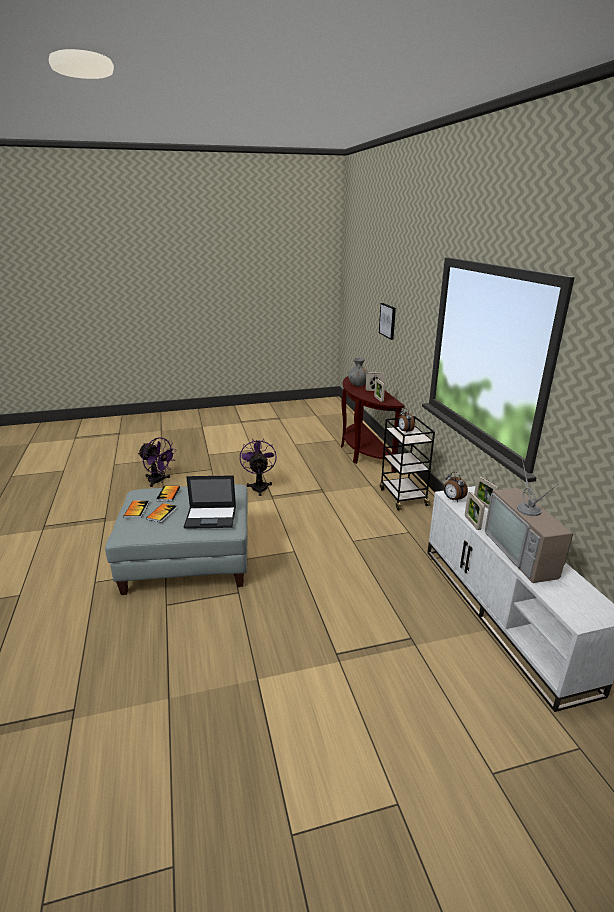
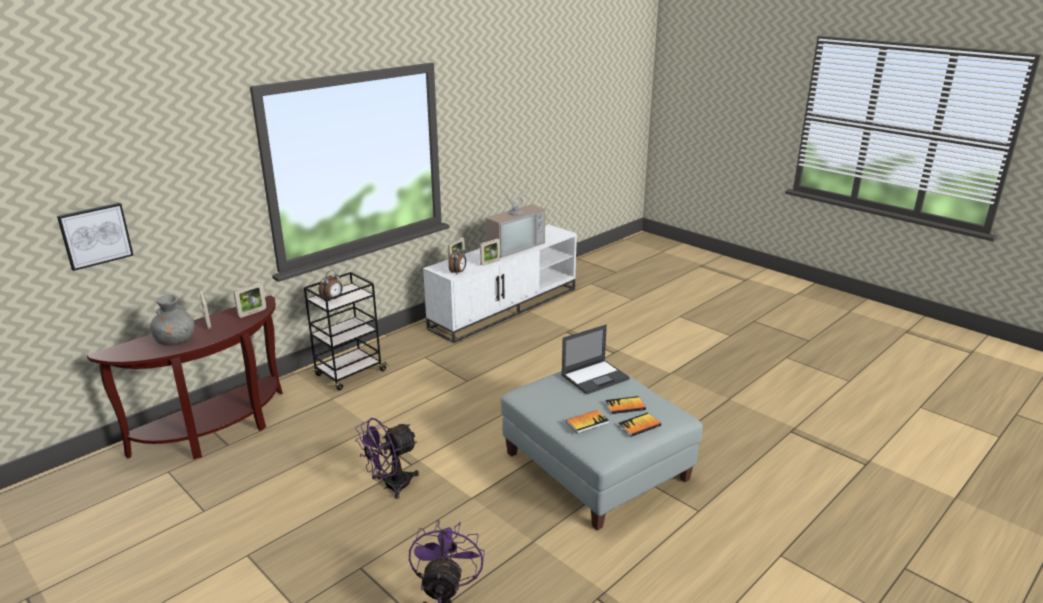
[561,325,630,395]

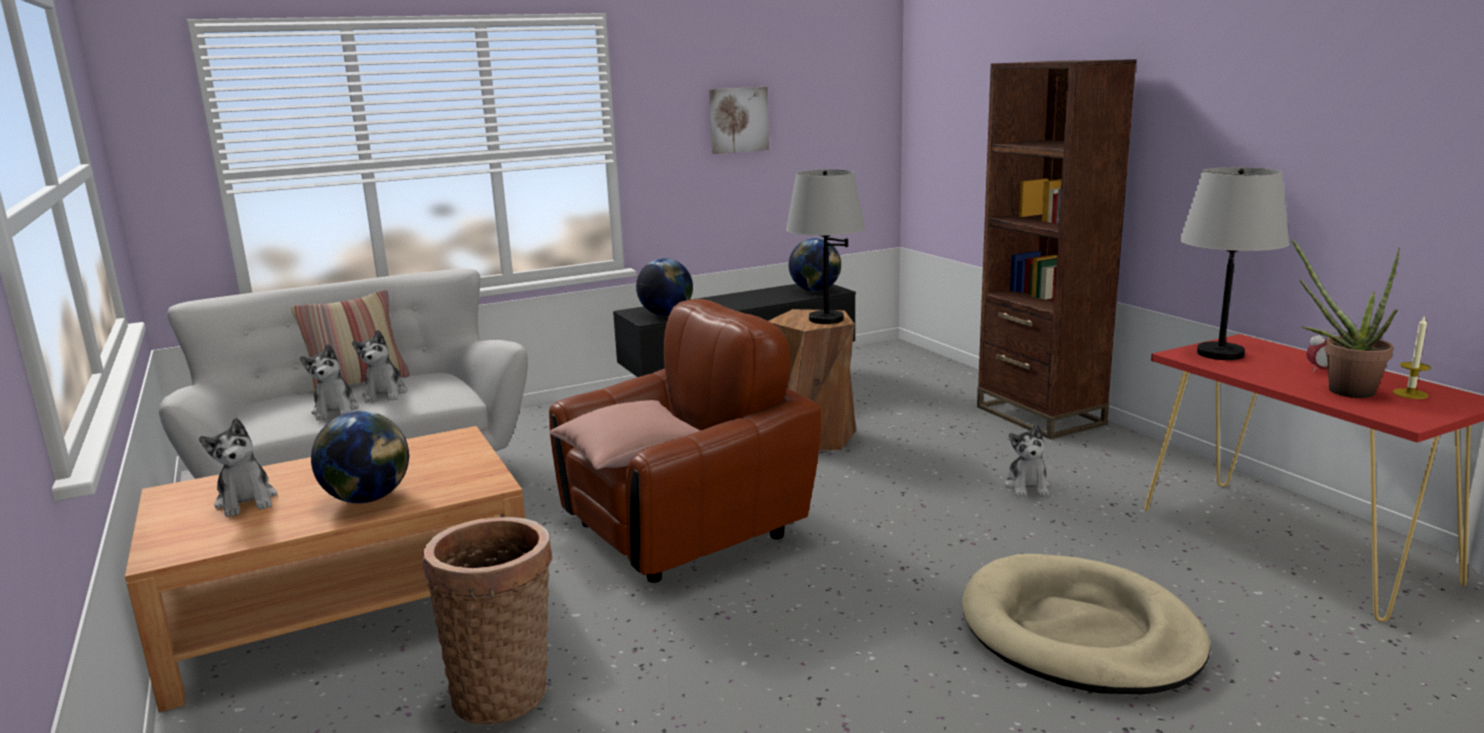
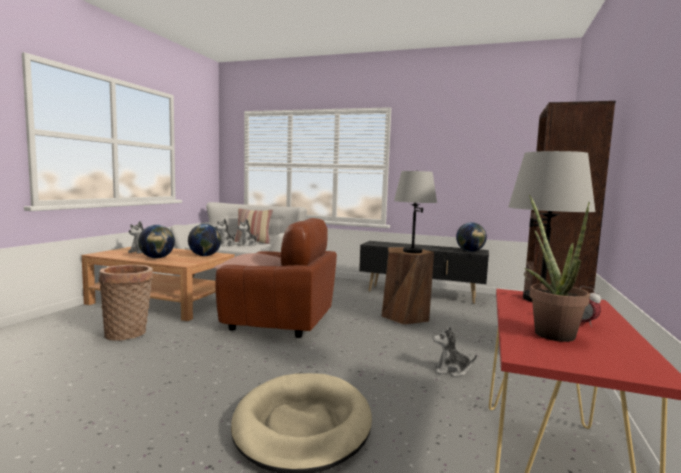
[709,87,769,154] (first image)
[1393,317,1431,399] (first image)
[188,224,221,256]
[433,327,477,377]

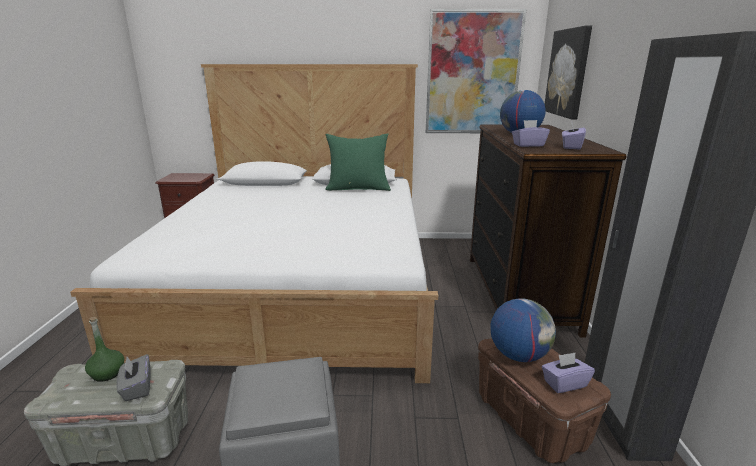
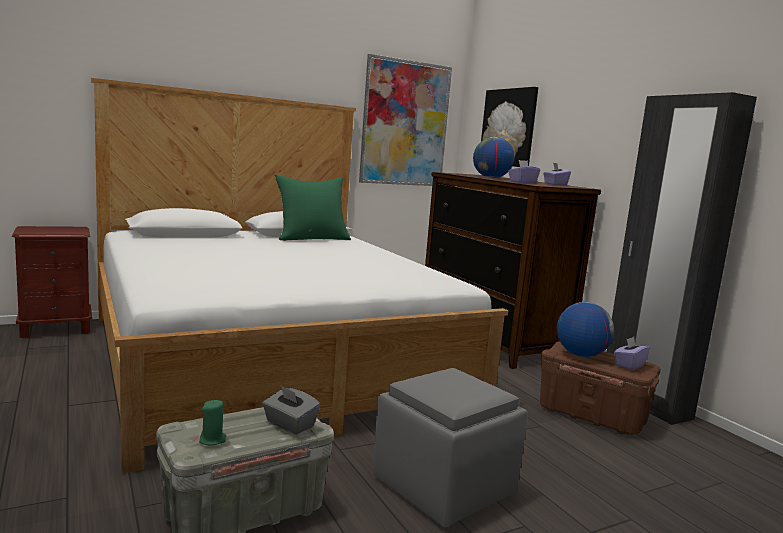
[85,317,124,382] (first image)
[199,400,226,445]

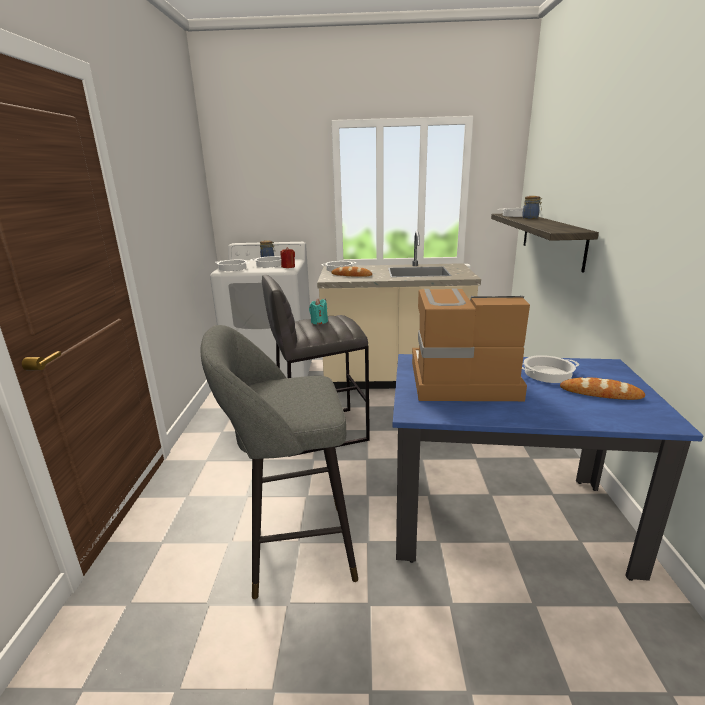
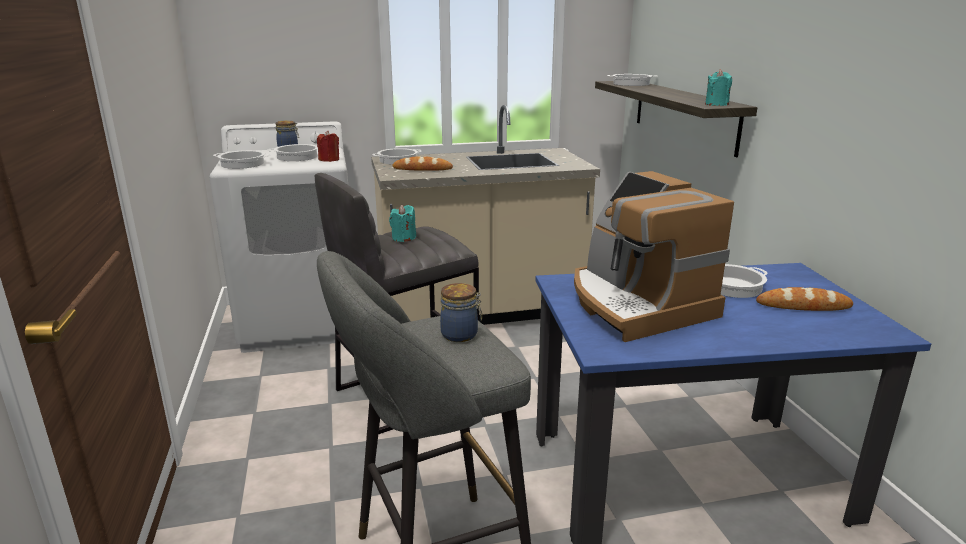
[705,70,732,106]
[440,283,482,342]
[574,171,734,342]

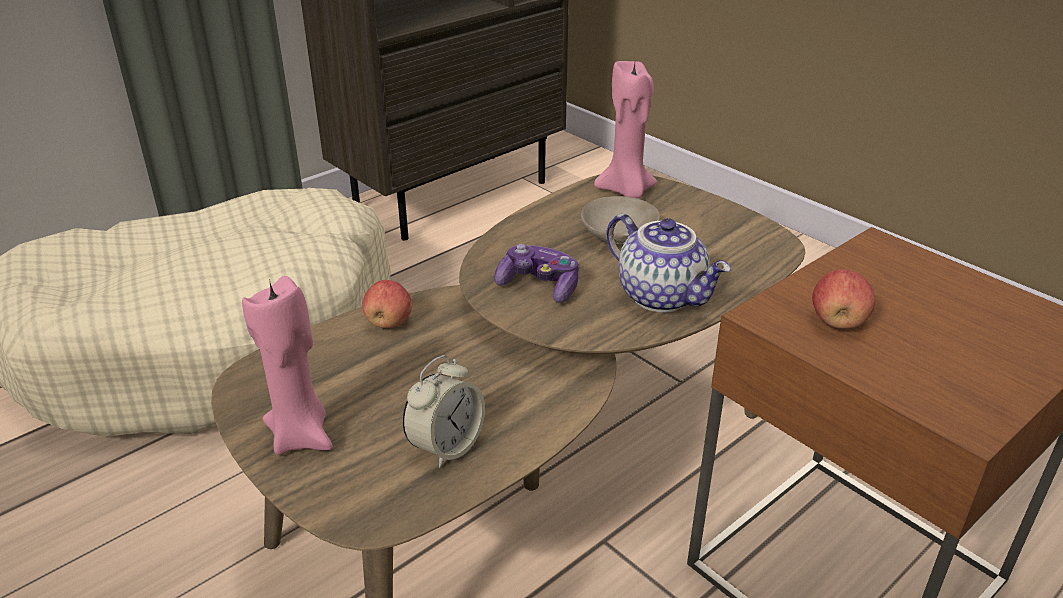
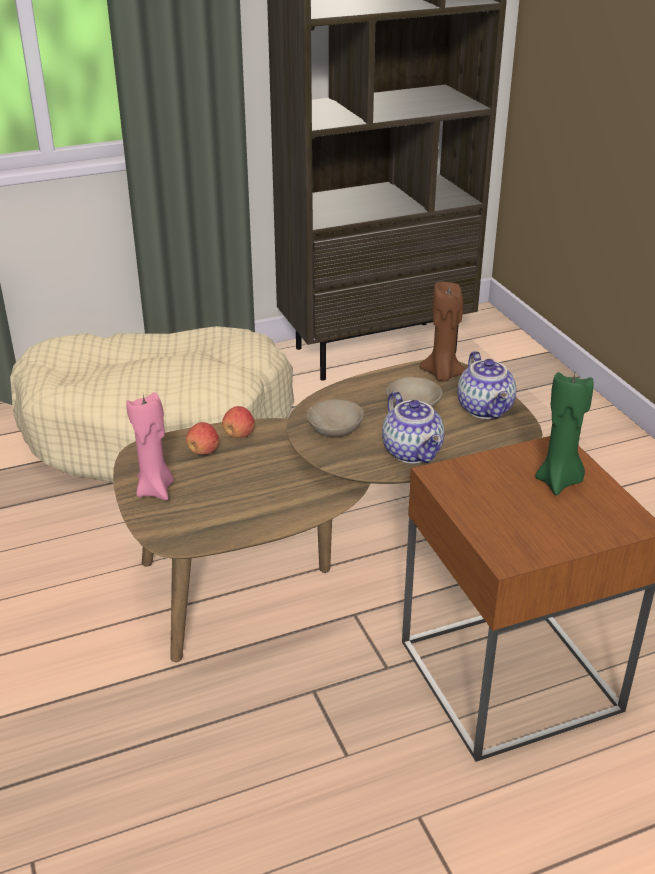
[403,355,485,468] (first image)
[457,351,516,419]
[535,372,594,495]
[186,422,219,455]
[307,399,364,437]
[419,282,466,382]

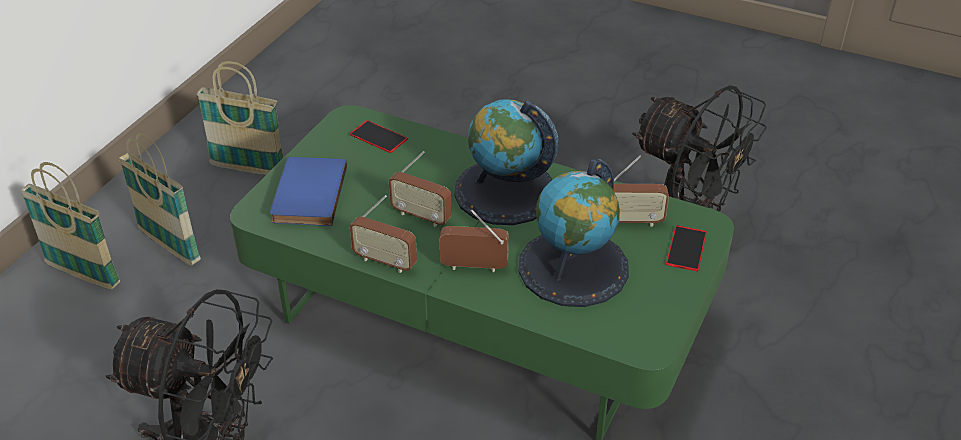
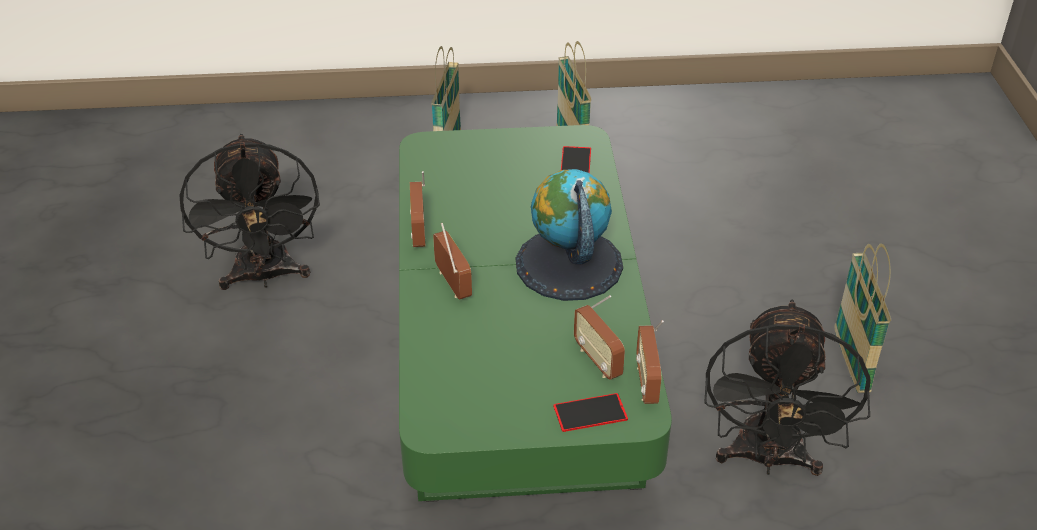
[270,157,347,226] (first image)
[518,159,629,307] (first image)
[835,243,891,393]
[636,320,664,404]

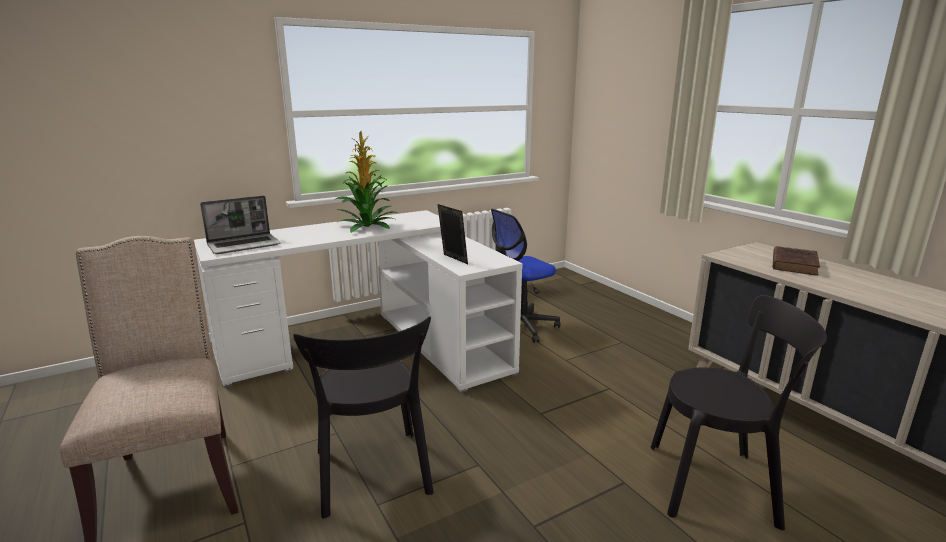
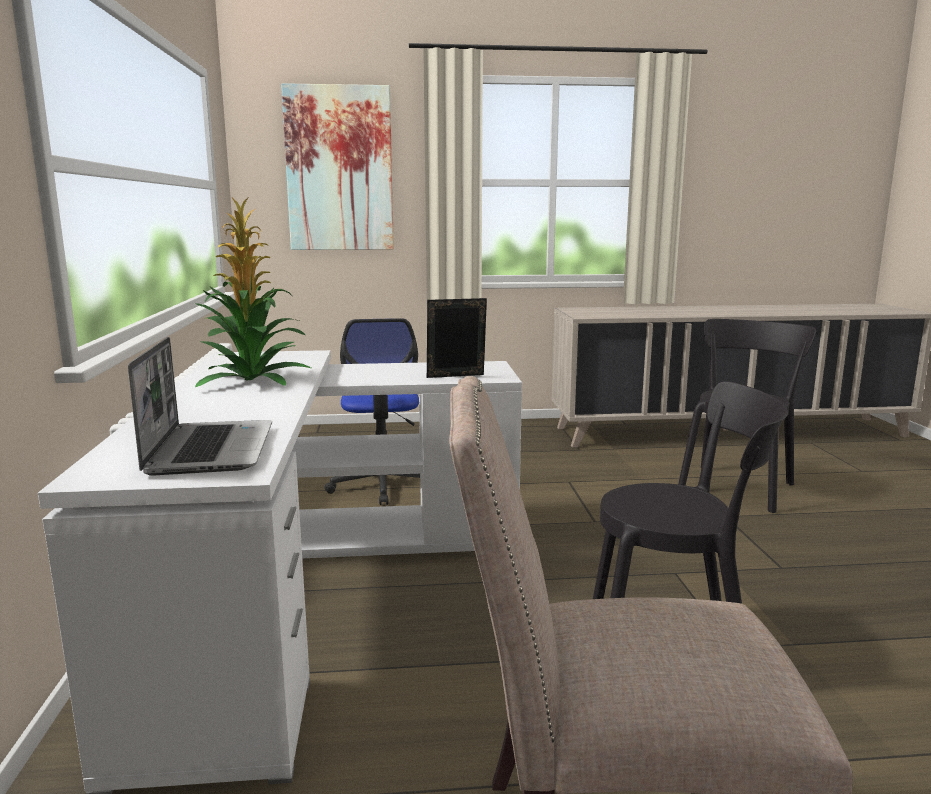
[773,246,820,276] (first image)
[281,83,394,250]

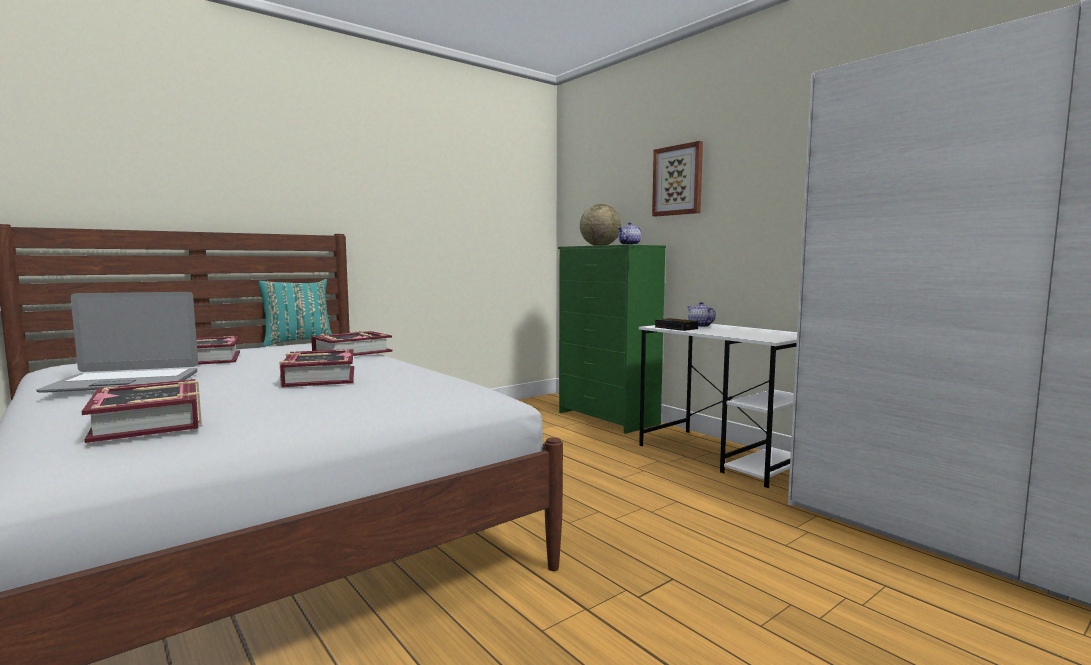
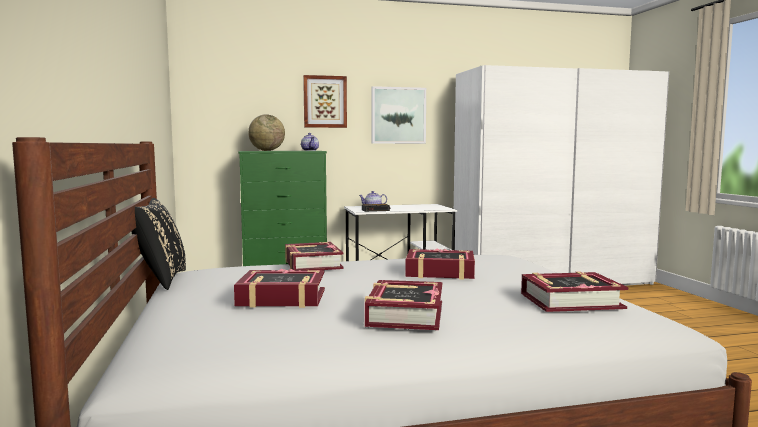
[371,86,426,144]
[365,280,442,330]
[131,198,186,290]

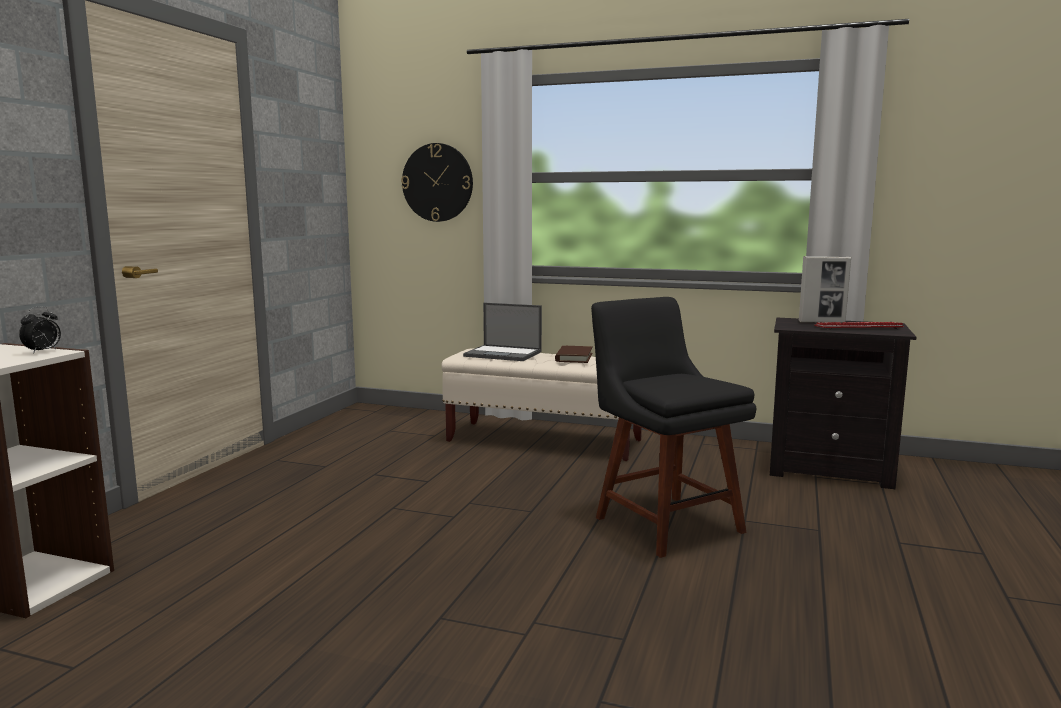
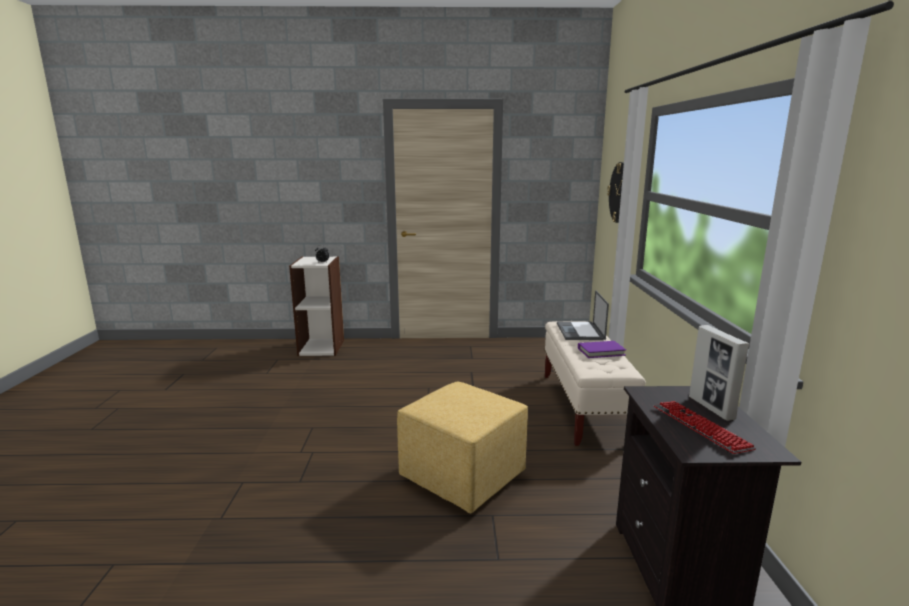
[397,381,528,513]
[578,341,626,358]

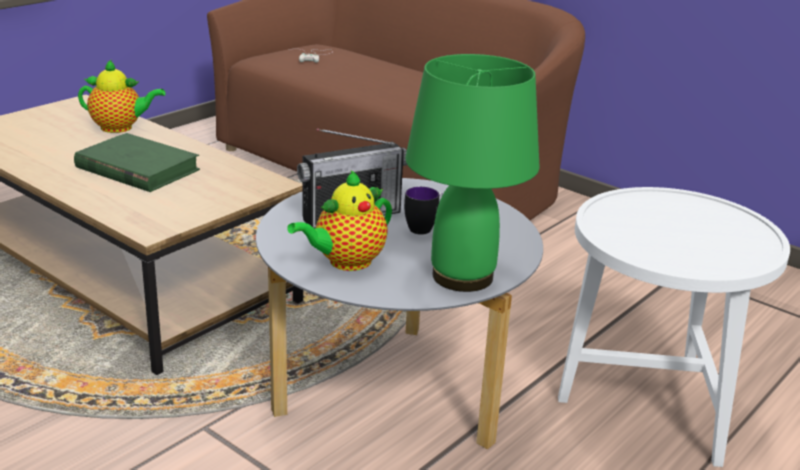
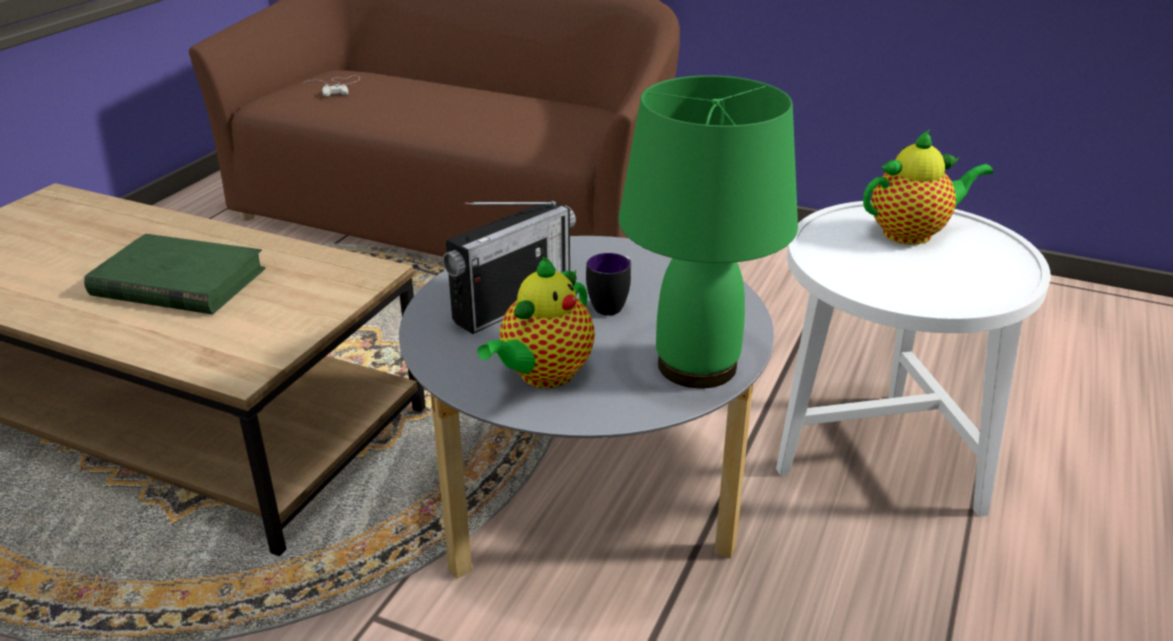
[863,129,994,245]

